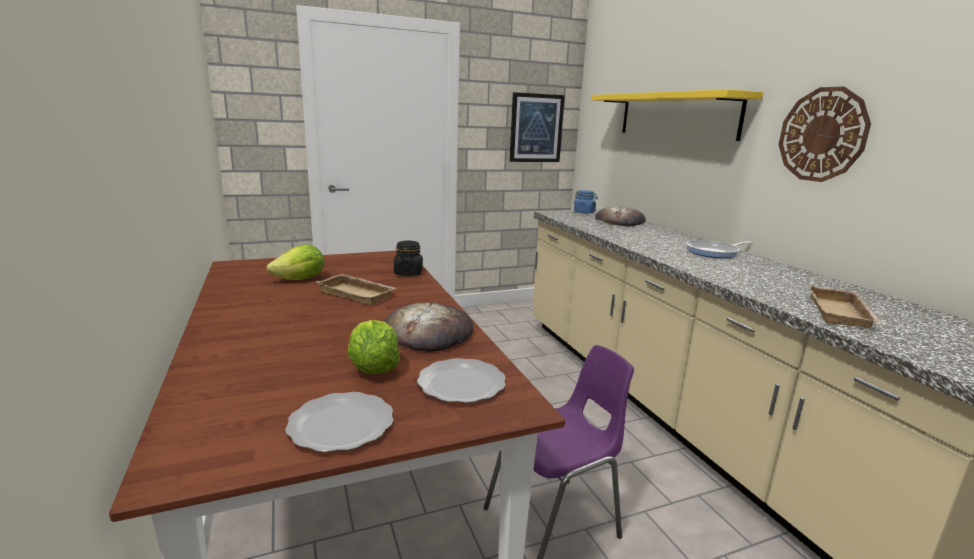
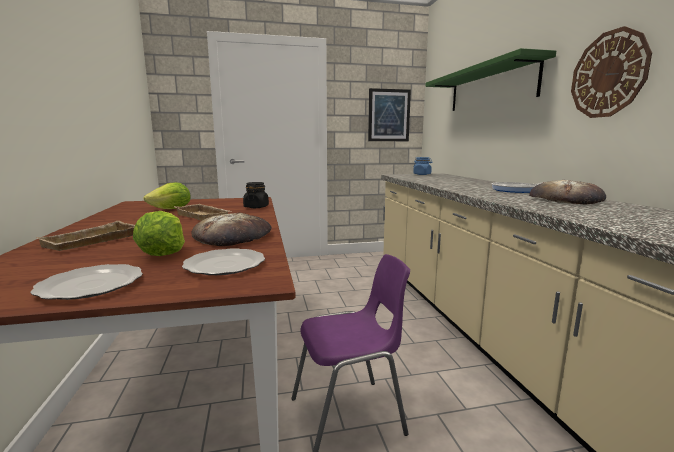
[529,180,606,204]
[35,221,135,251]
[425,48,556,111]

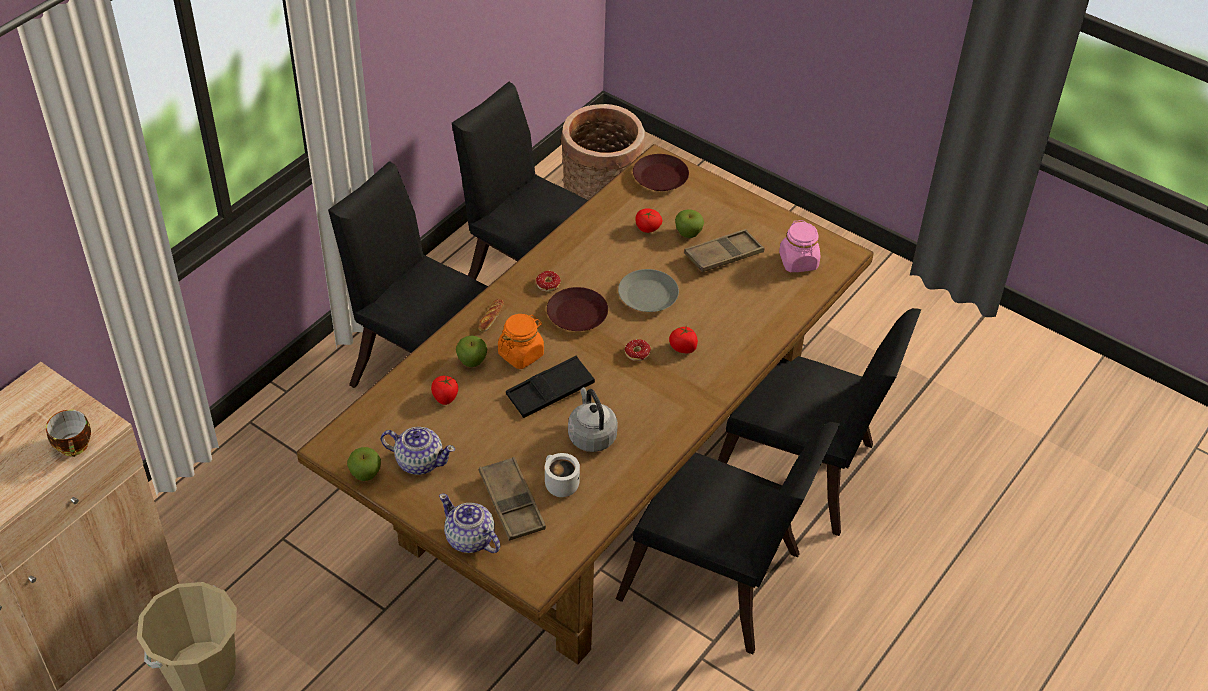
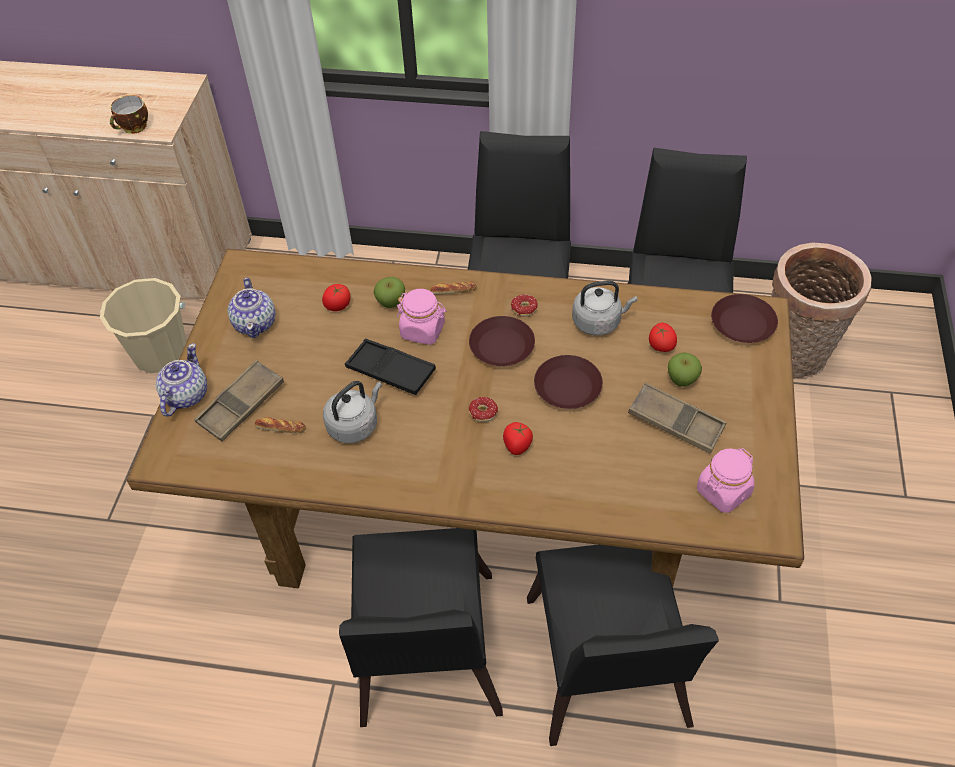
[347,447,381,481] (first image)
[572,281,637,335]
[255,417,306,433]
[397,289,446,345]
[534,355,603,409]

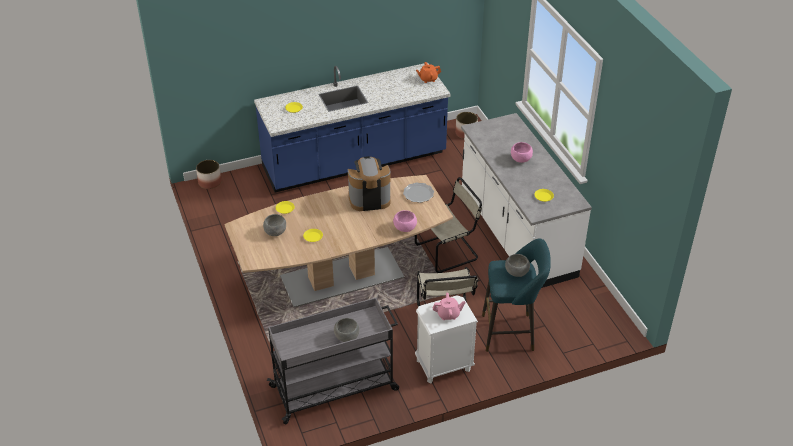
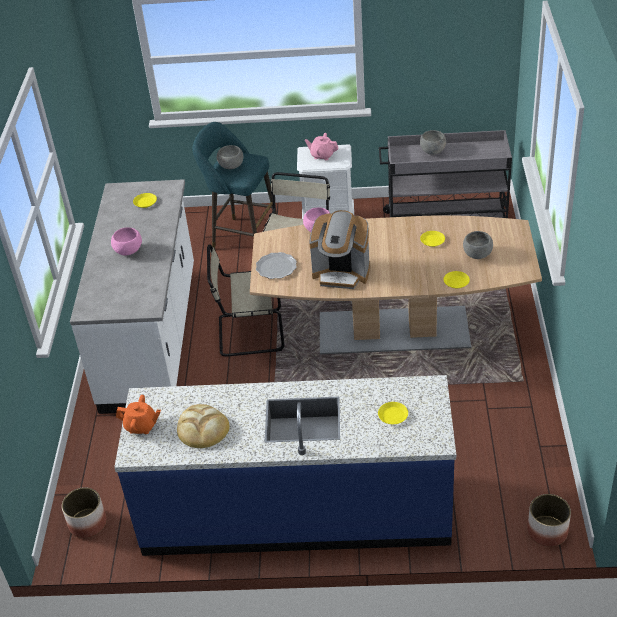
[177,404,230,448]

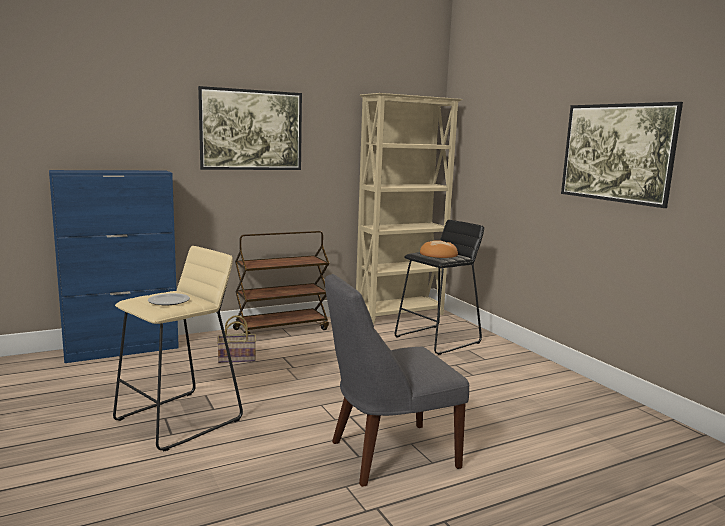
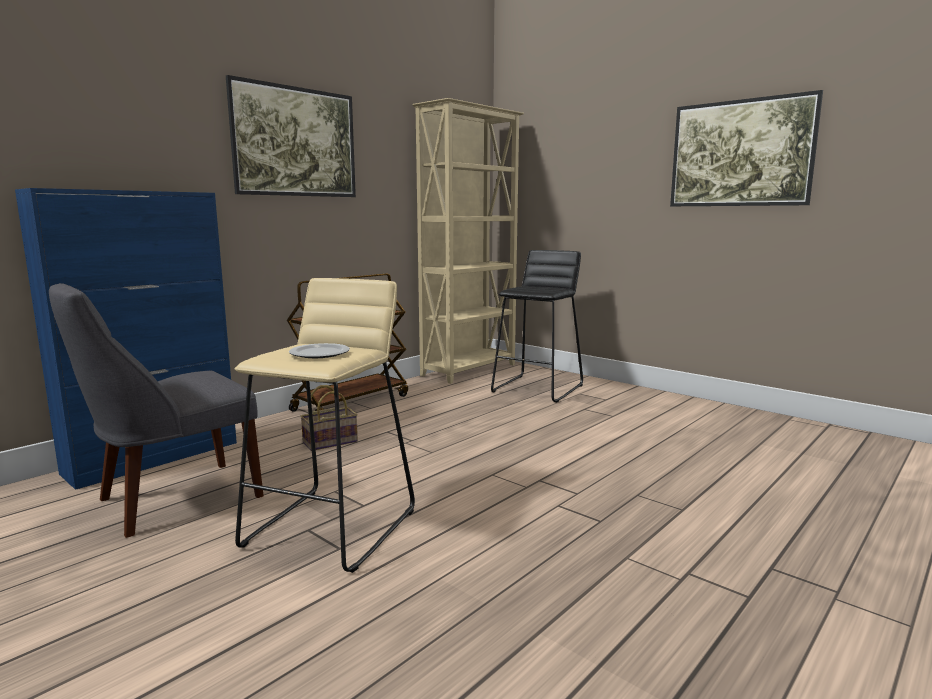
[420,240,458,258] (first image)
[49,283,264,538]

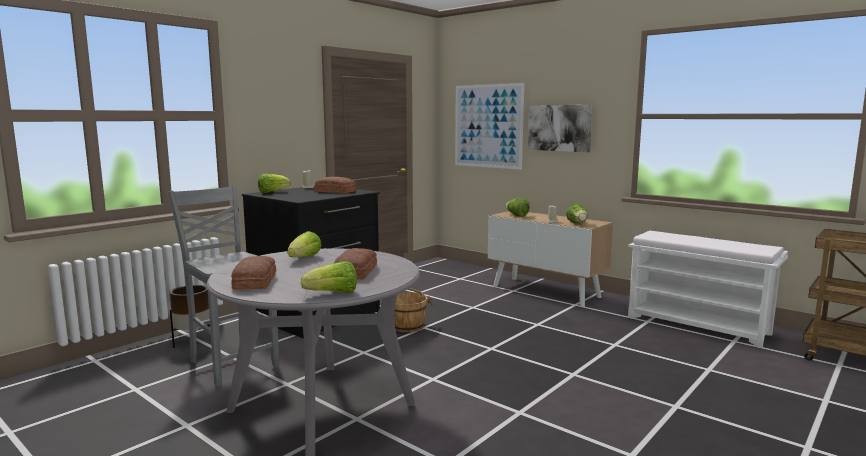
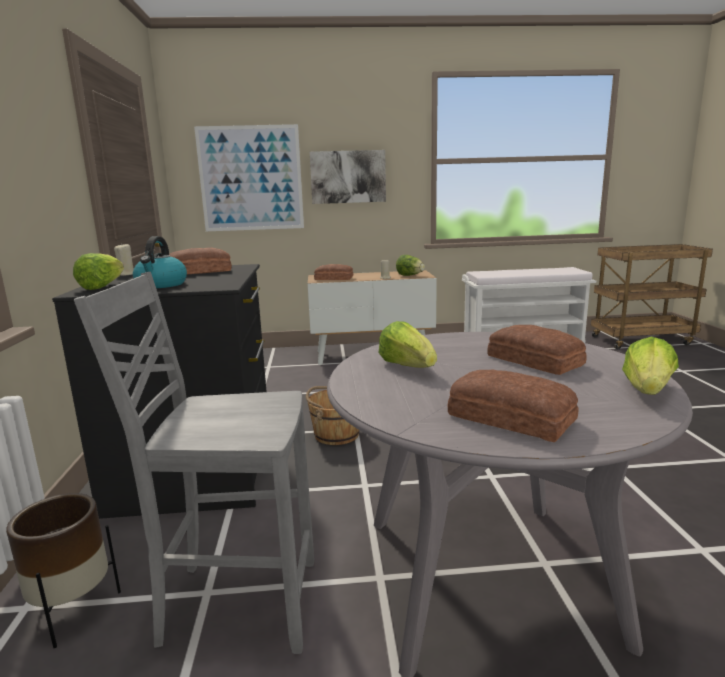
[133,236,187,288]
[314,264,353,280]

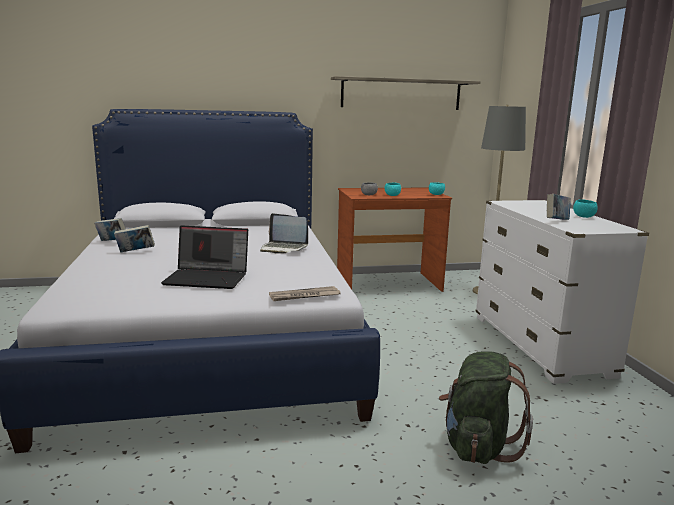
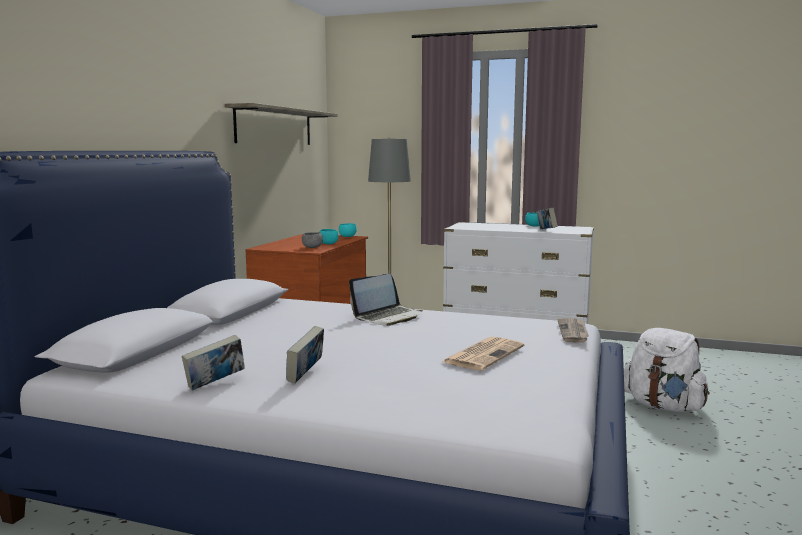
[443,337,524,370]
[624,328,710,412]

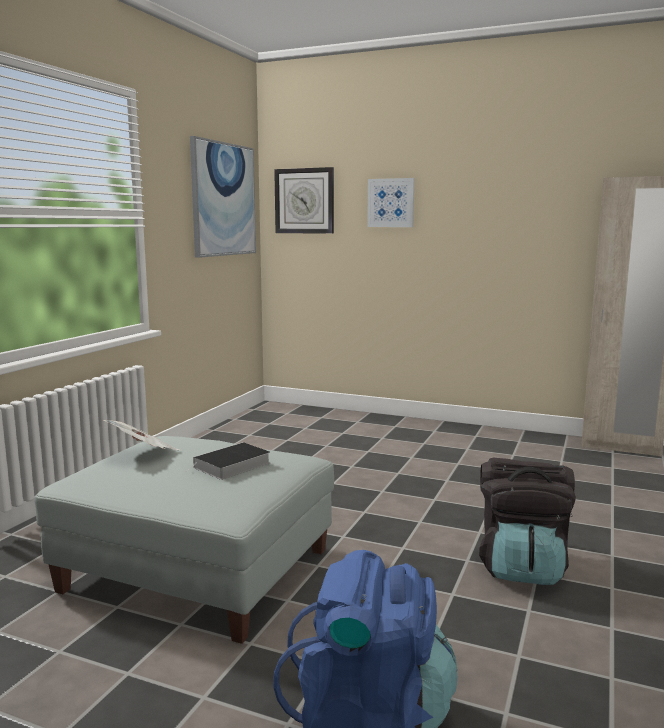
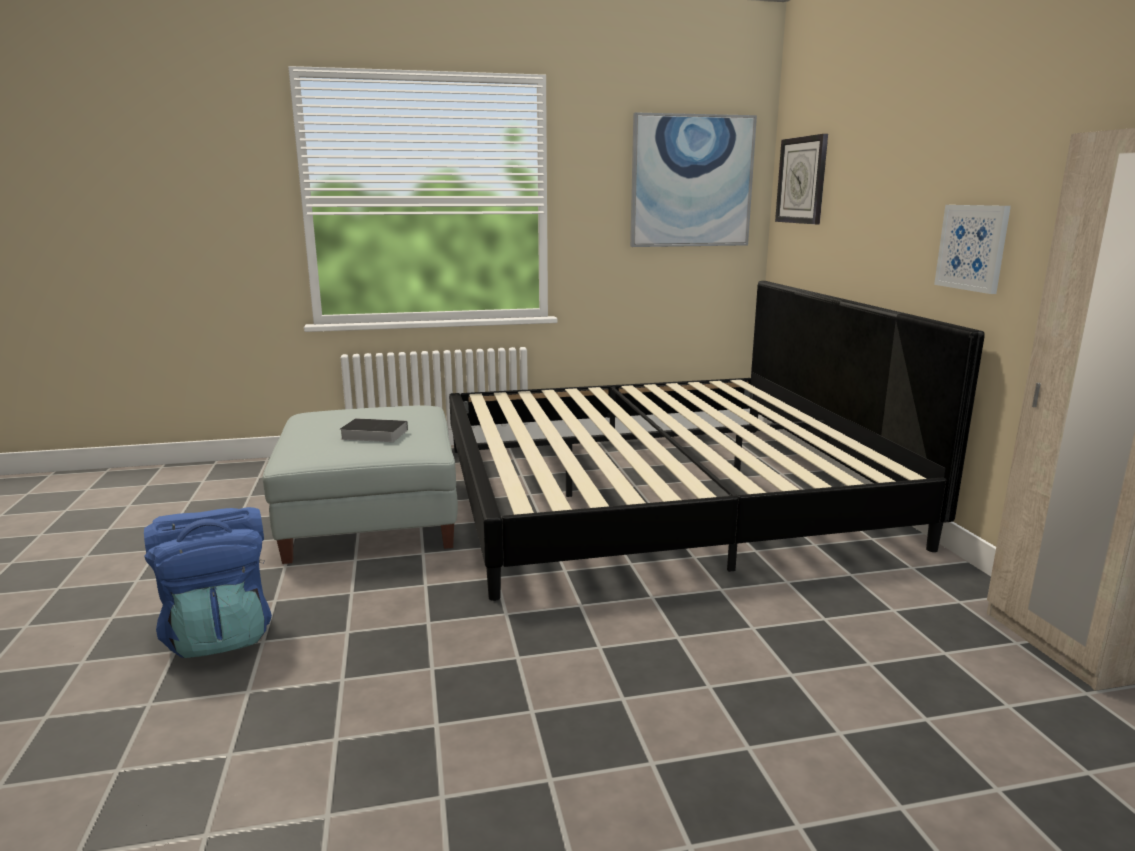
[103,420,179,450] (first image)
[479,458,576,585] (first image)
[449,281,985,601]
[934,205,1011,294]

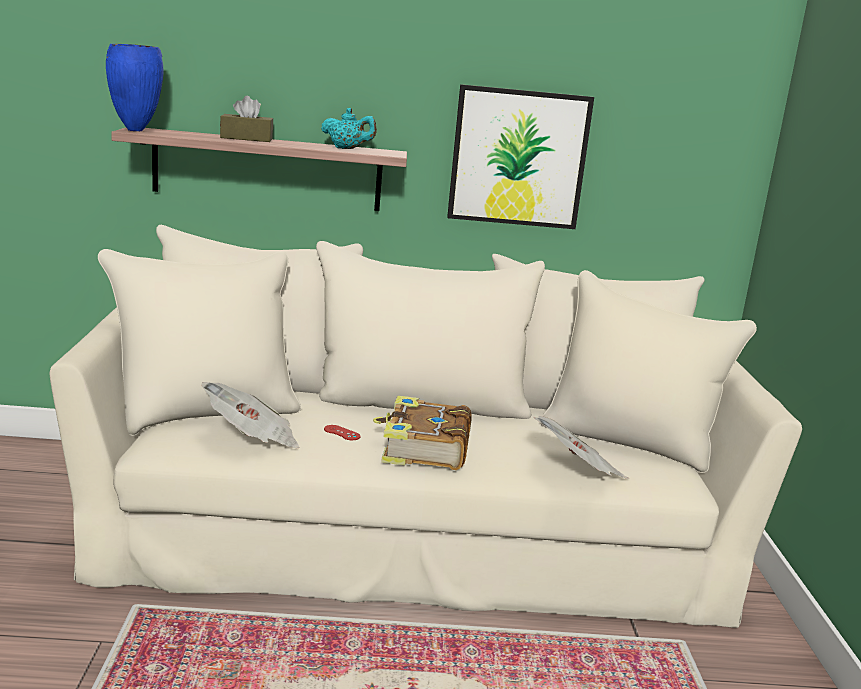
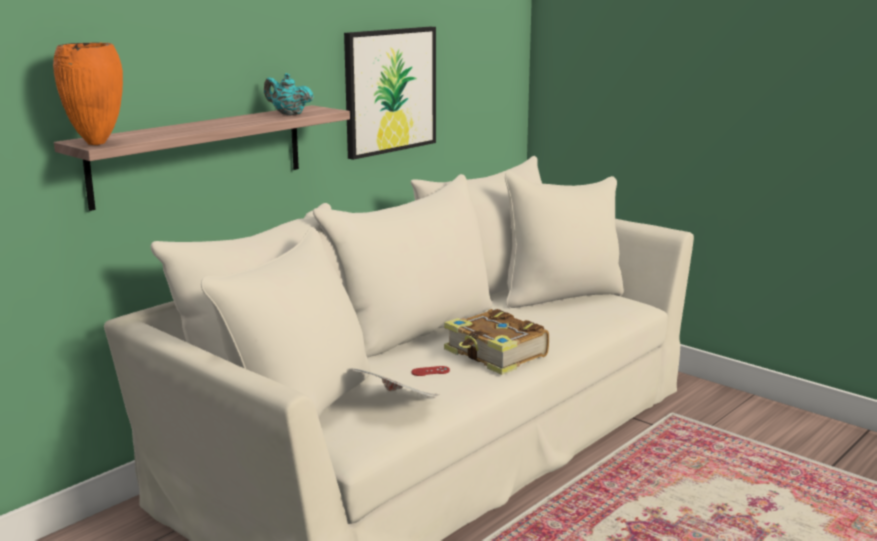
[220,96,273,142] (first image)
[534,416,629,479] (first image)
[53,43,123,145]
[264,73,314,115]

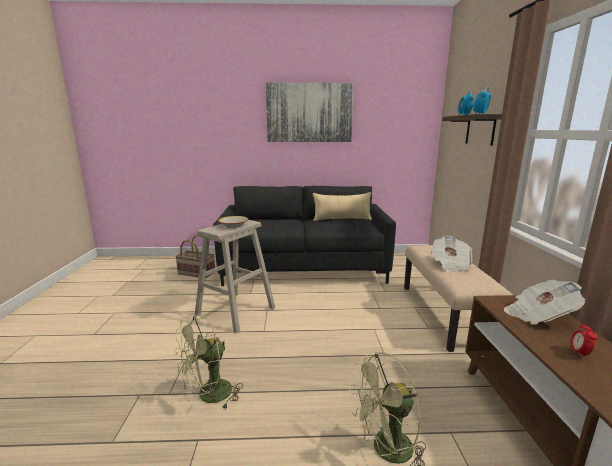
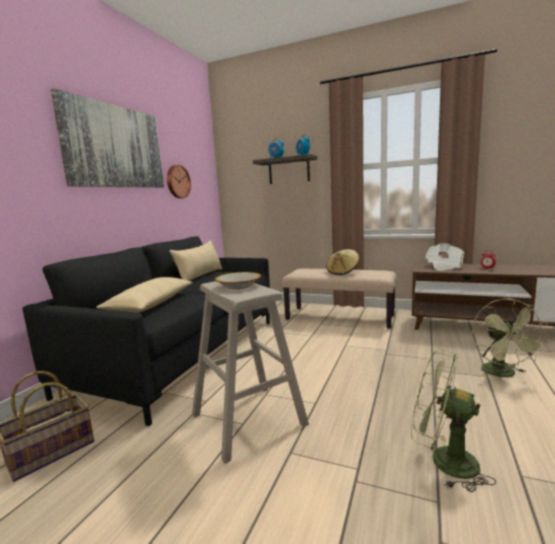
[96,277,193,313]
[167,165,191,198]
[326,249,359,275]
[411,349,496,492]

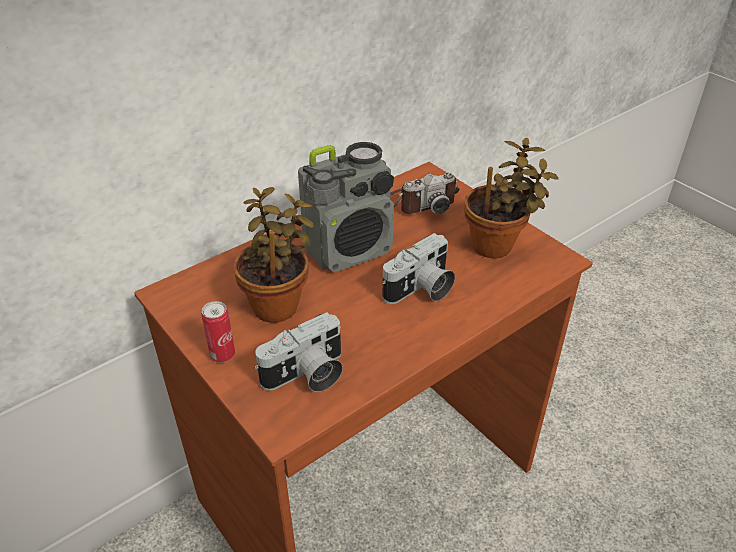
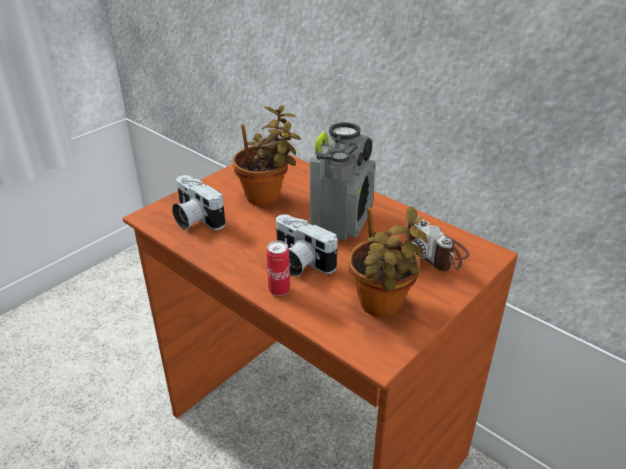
[266,240,290,296]
[310,122,376,240]

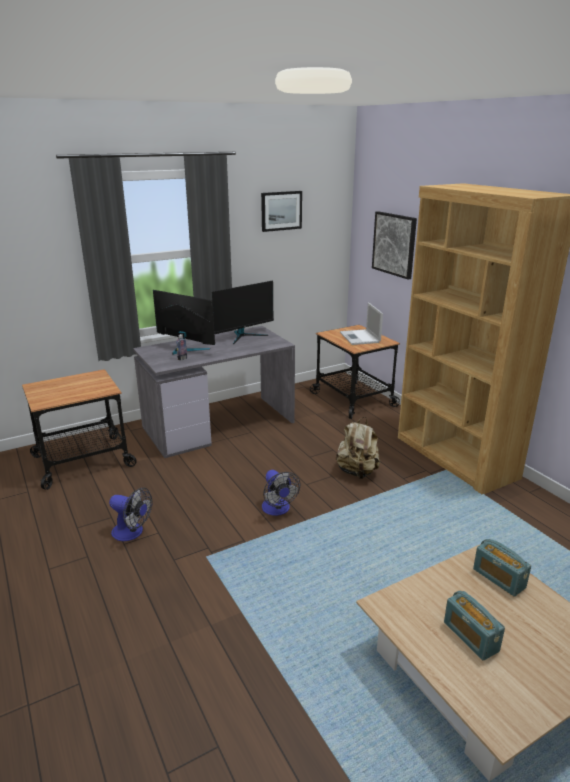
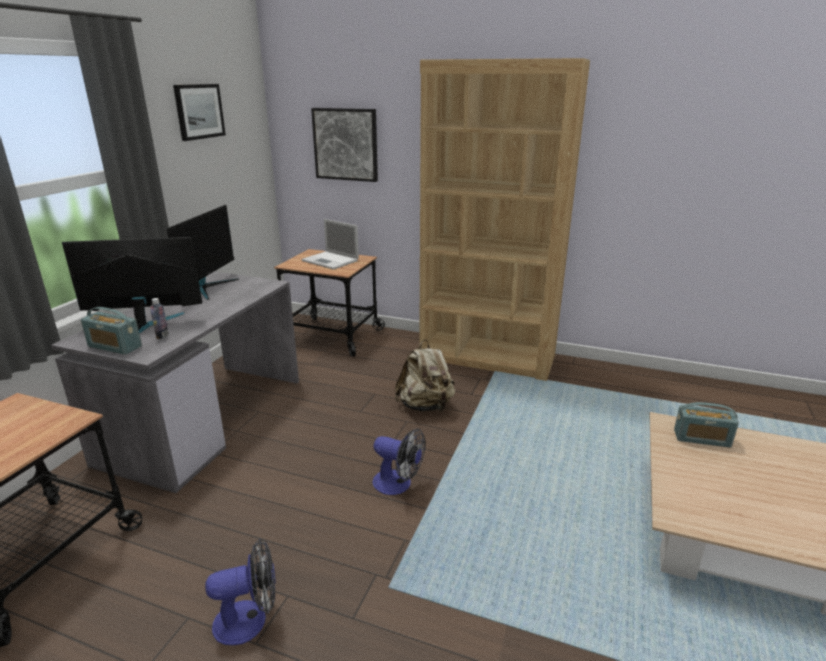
[81,307,142,355]

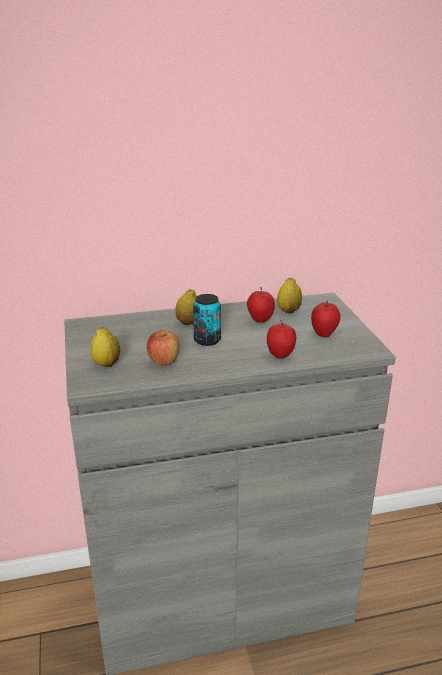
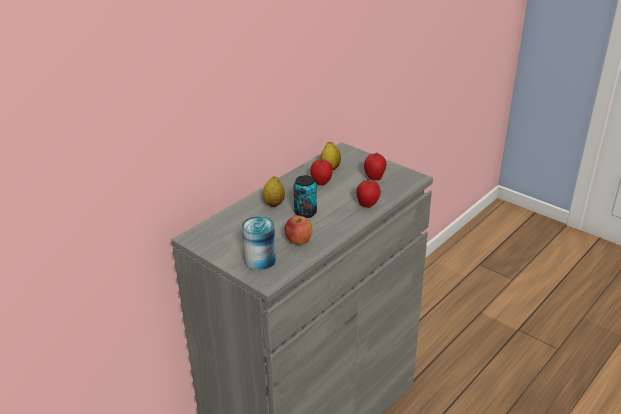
[242,216,276,270]

